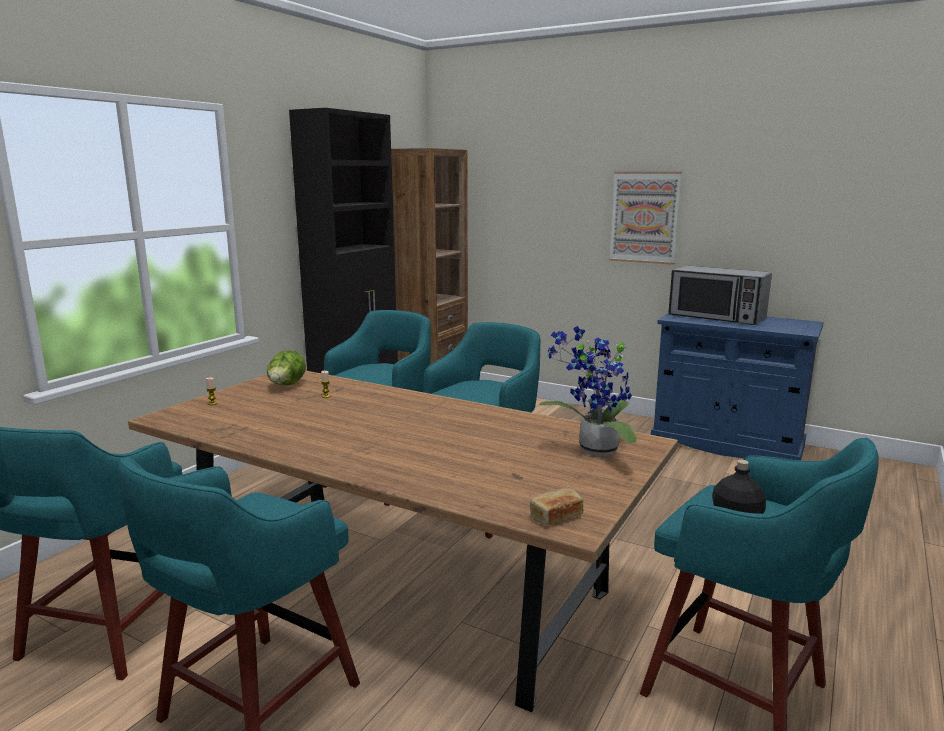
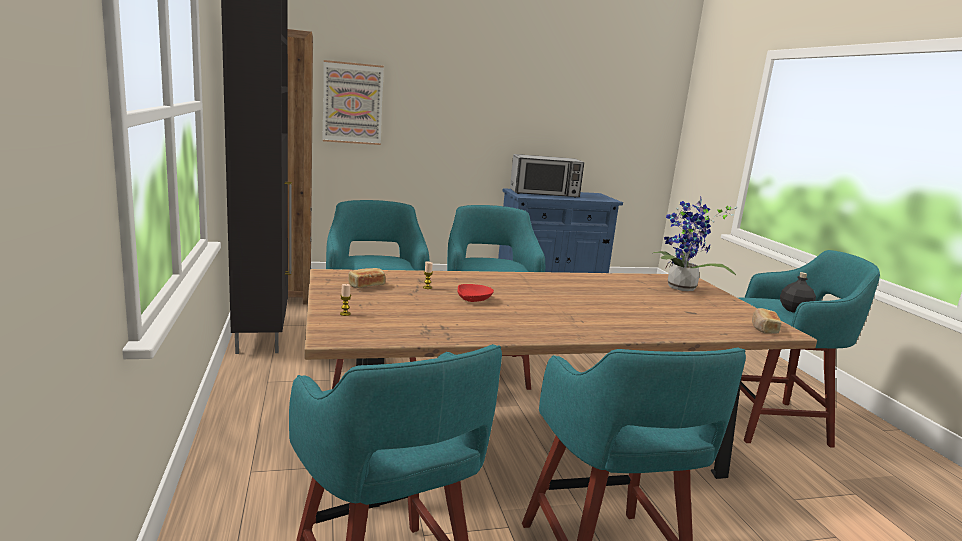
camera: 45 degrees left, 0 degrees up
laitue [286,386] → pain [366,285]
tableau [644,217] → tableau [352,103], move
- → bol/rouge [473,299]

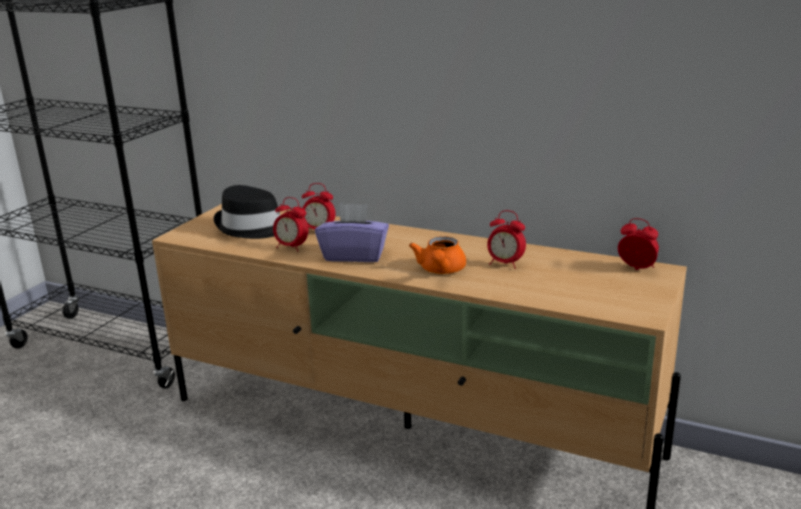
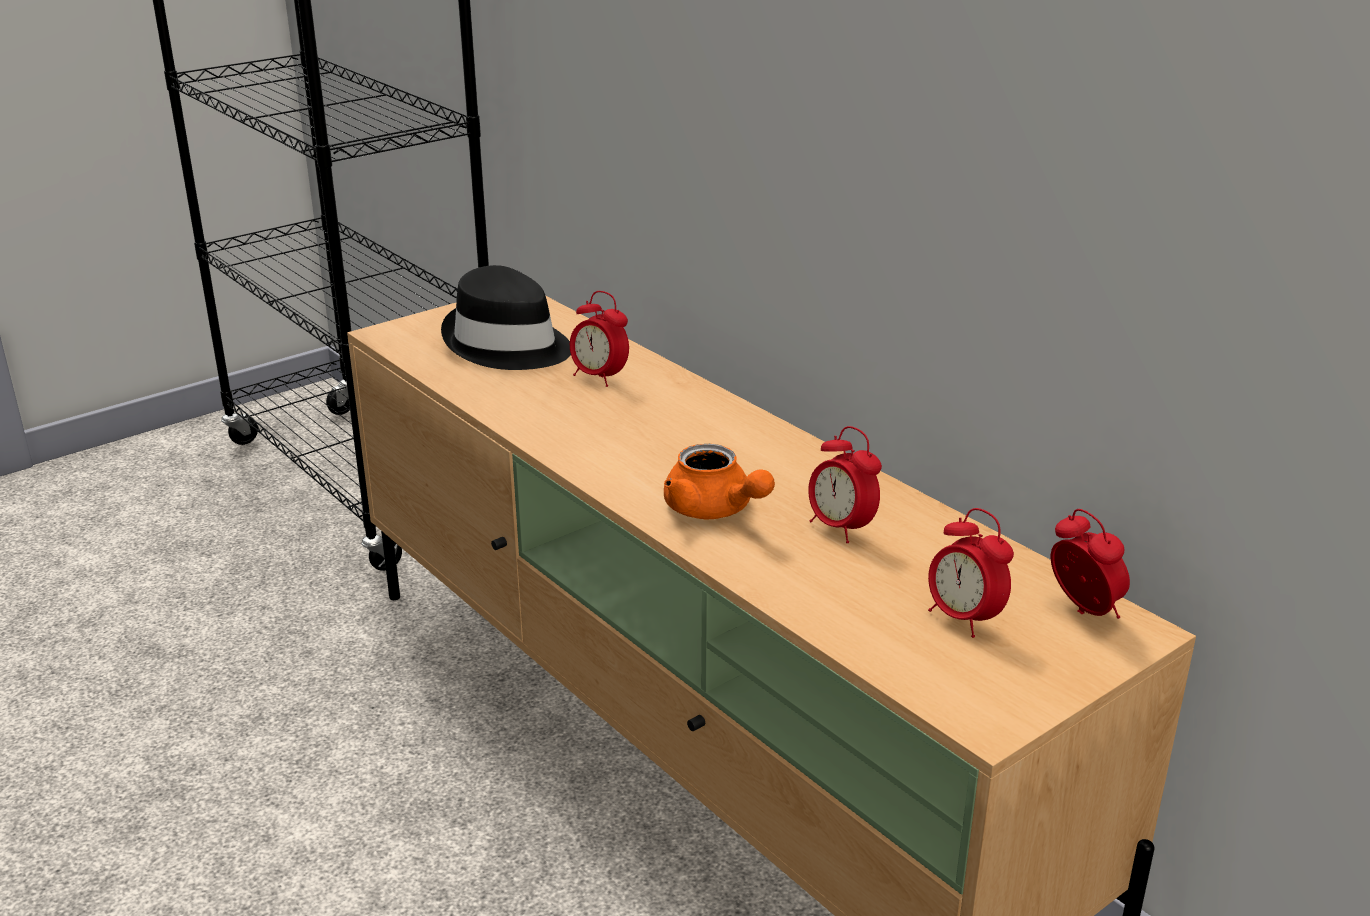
camera: 25 degrees right, 5 degrees up
réveil [291,247] → réveil [963,619], move
boîte à mouchoirs/violet [354,255] → -
théière/orange [440,271] → théière/orange [714,510], 75 degrees counterclockwise

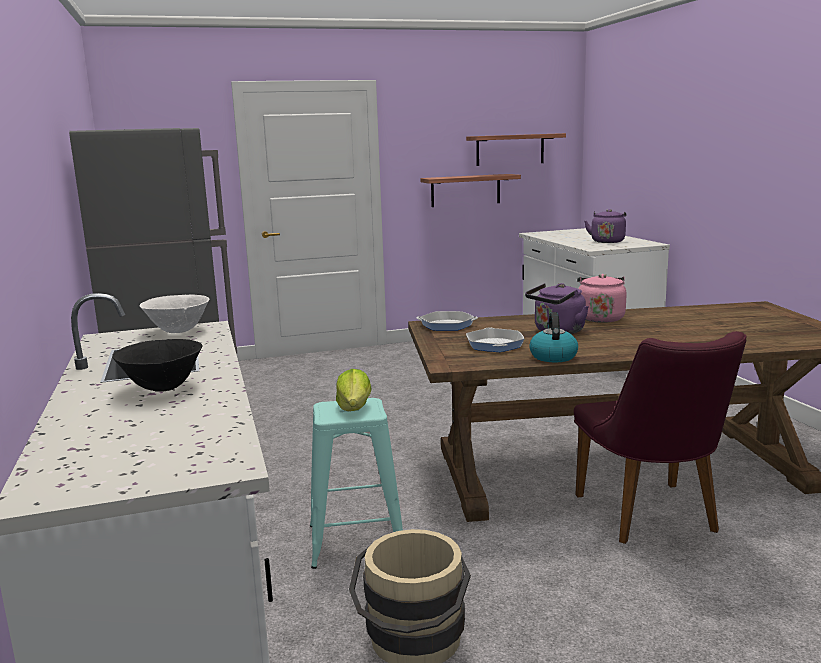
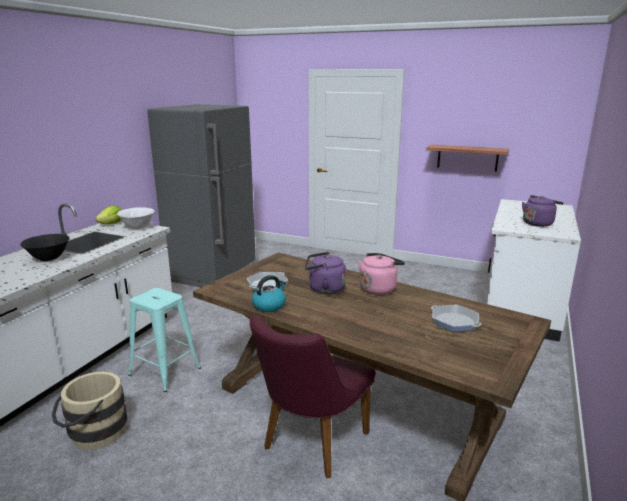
camera: 40 degrees right, 5 degrees up
laitue [354,408] → laitue [112,224], move
poêle [447,325] → poêle [454,322], move
étagère [510,149] → -

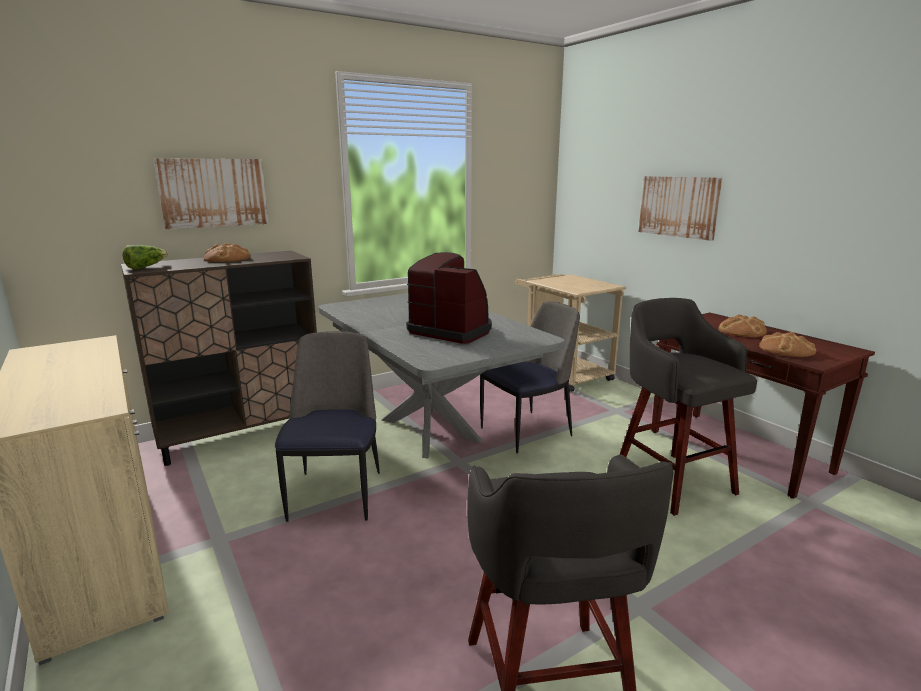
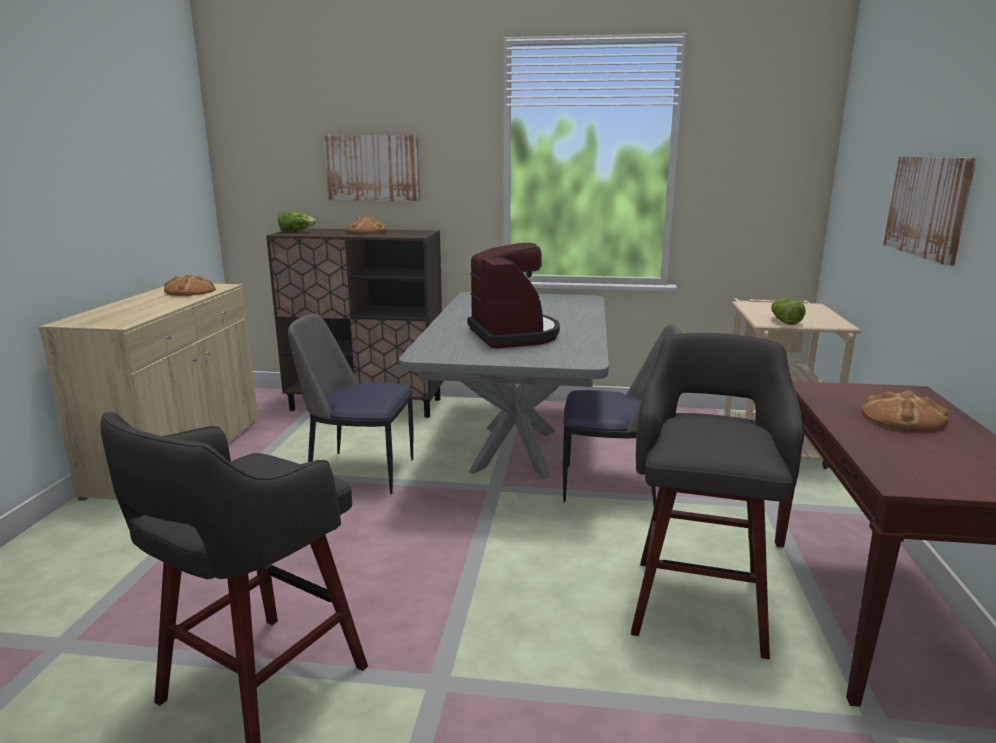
camera: 40 degrees right, 0 degrees up
chaise [336,493] → chaise [359,472], 120 degrees counterclockwise
pain [786,350] → pain [190,291], move
- → laitue [784,321]

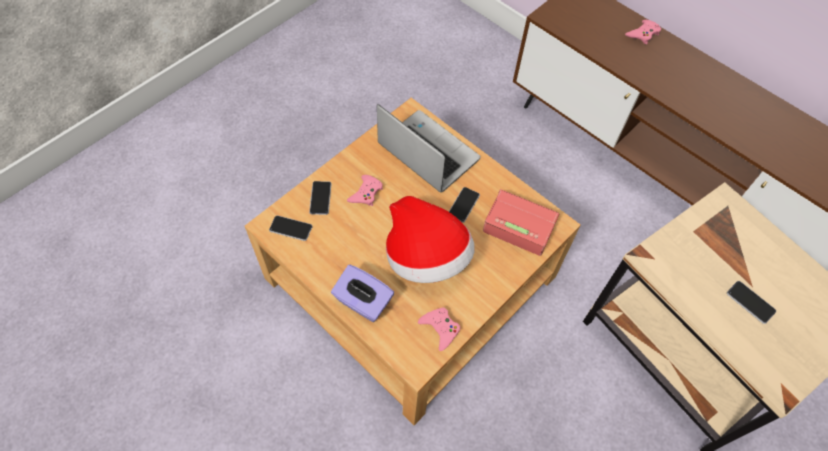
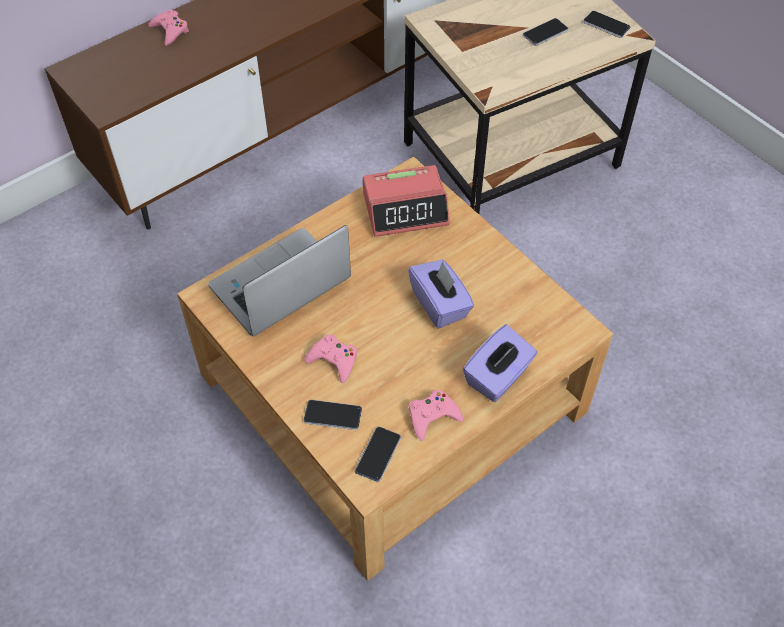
camera: 80 degrees left, 5 degrees down
chapeau [426,256] → boîte à mouchoirs/violet [440,305]
manette/rose [440,329] → manette/rose [432,416], move
téléphone [463,205] → téléphone [606,25], move
réveil [519,224] → réveil [406,209], 135 degrees counterclockwise

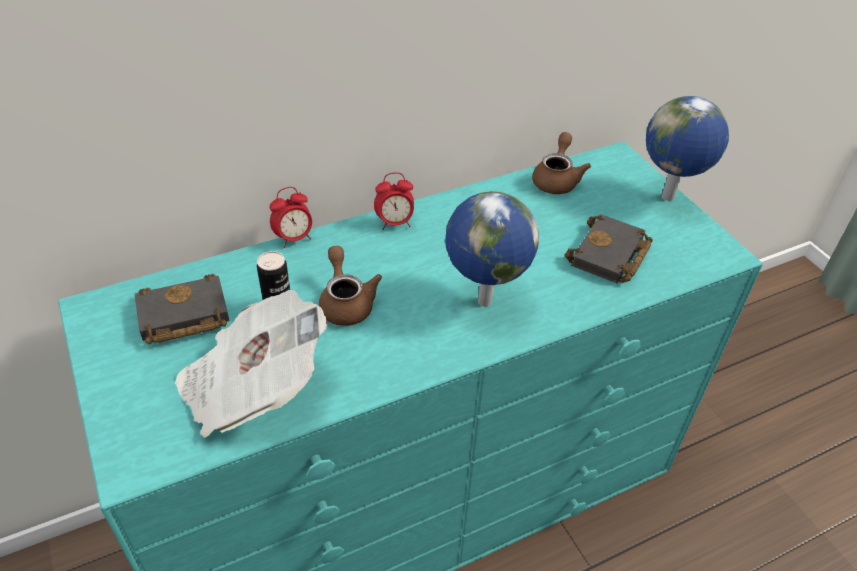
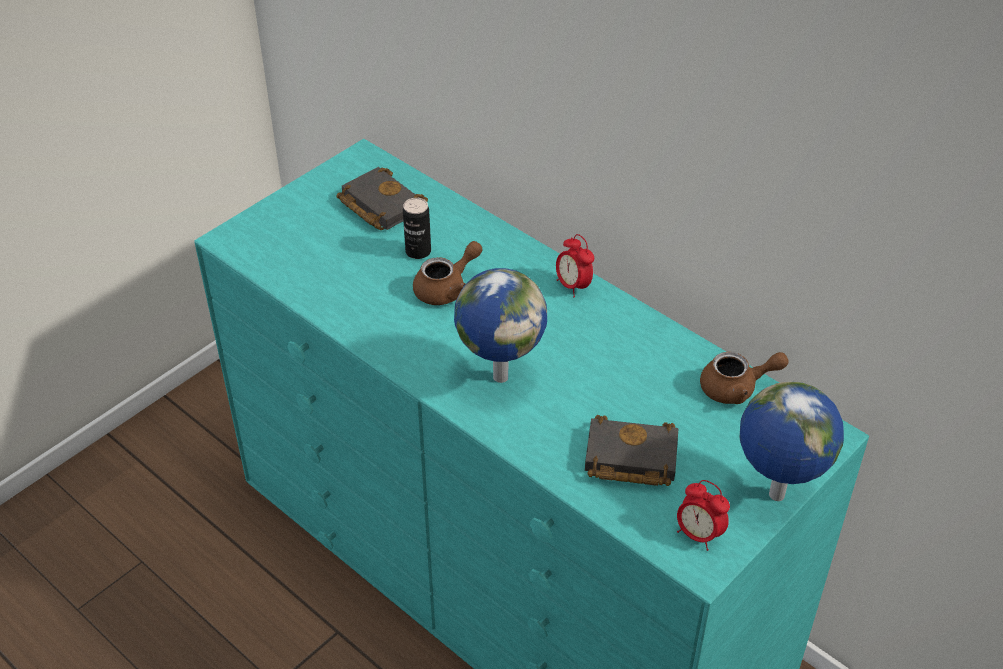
camera: 70 degrees right, 0 degrees up
journal [252,387] → -
réveil [294,238] → réveil [698,534], move

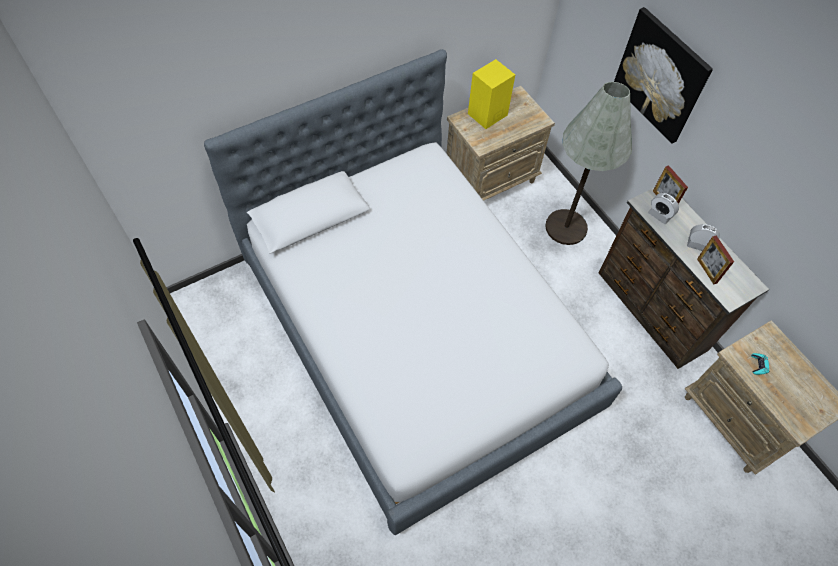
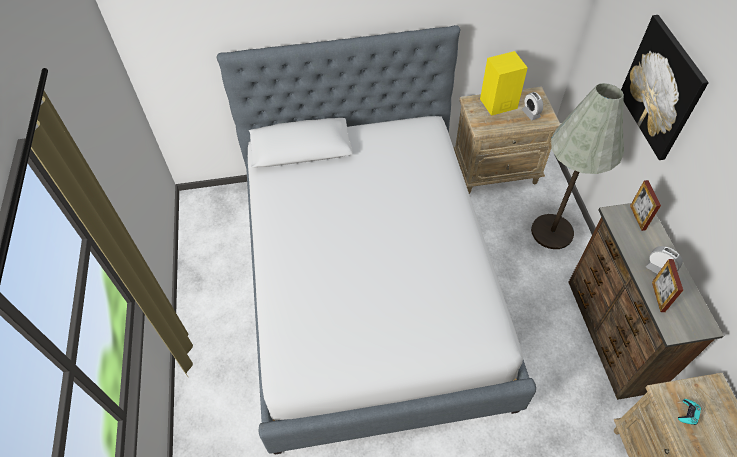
camera: 25 degrees right, 5 degrees down
réveil [659,215] → réveil [531,113], move

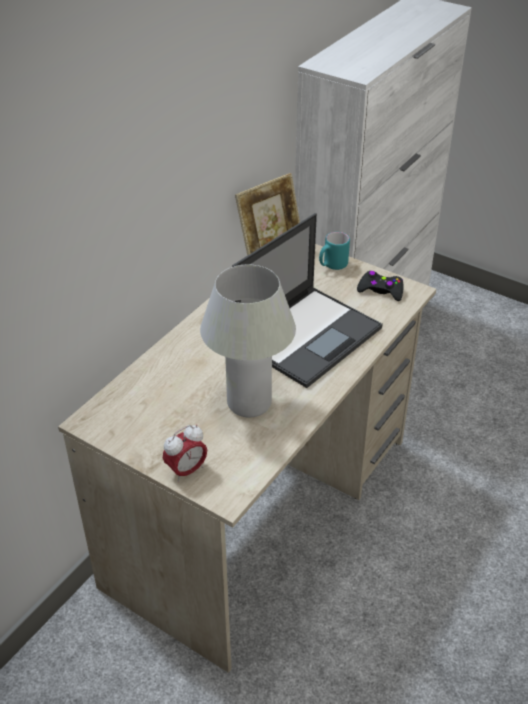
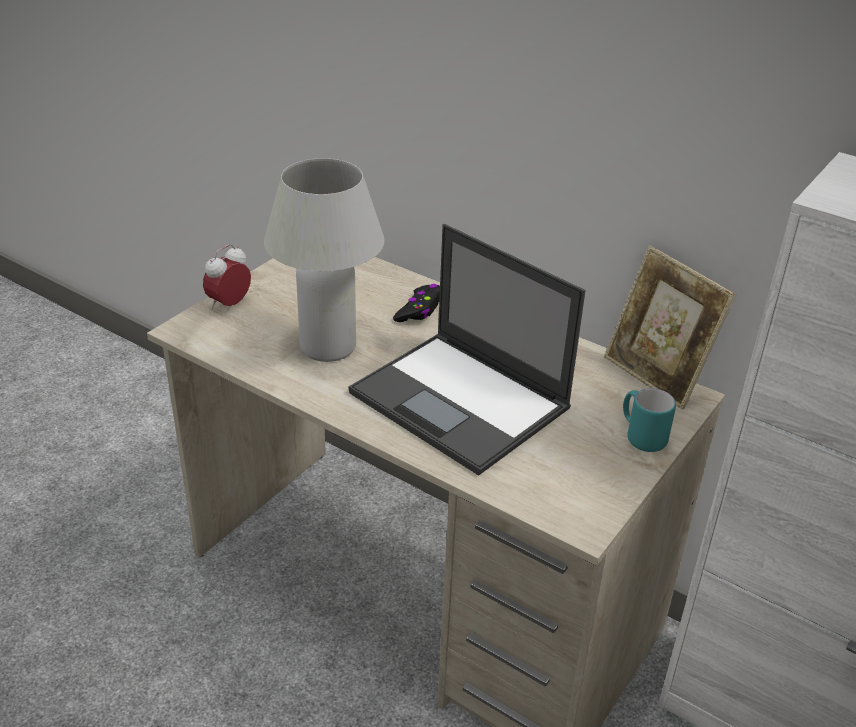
camera: 90 degrees right, 5 degrees down
réveil [186,471] → réveil [229,304], 75 degrees clockwise
manette/noir [381,290] → manette/noir [420,310], move

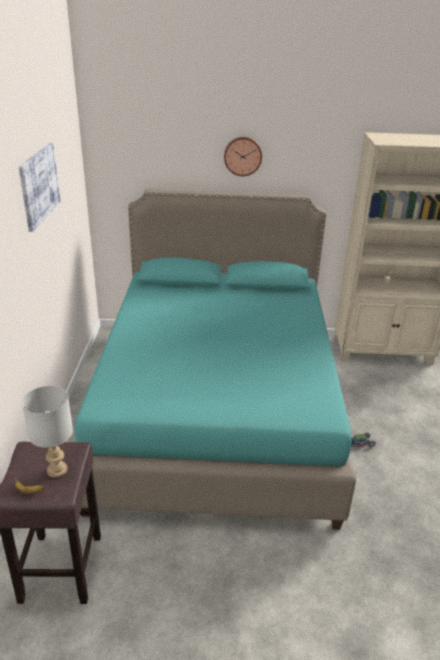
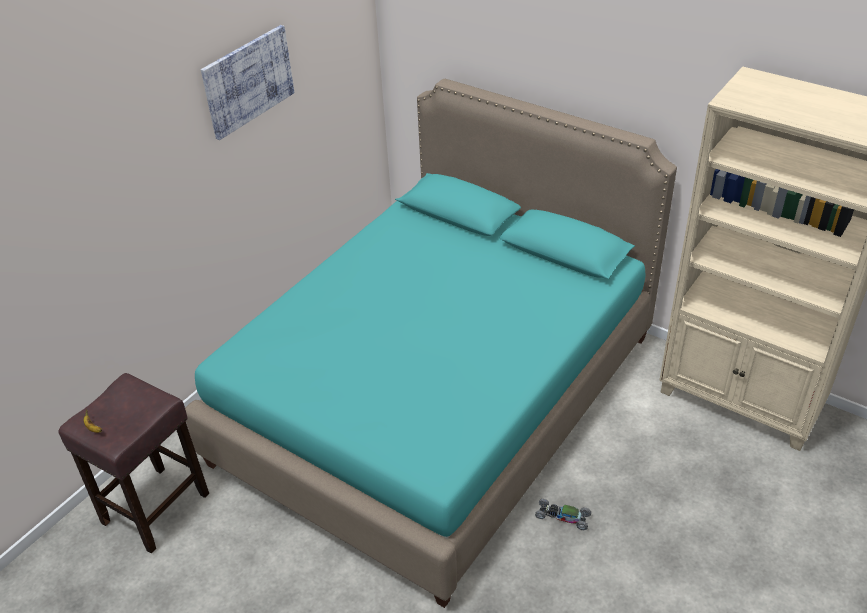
camera: 35 degrees right, 10 degrees up
lampe de table/gris [56,470] → -
horloge murale [243,156] → -

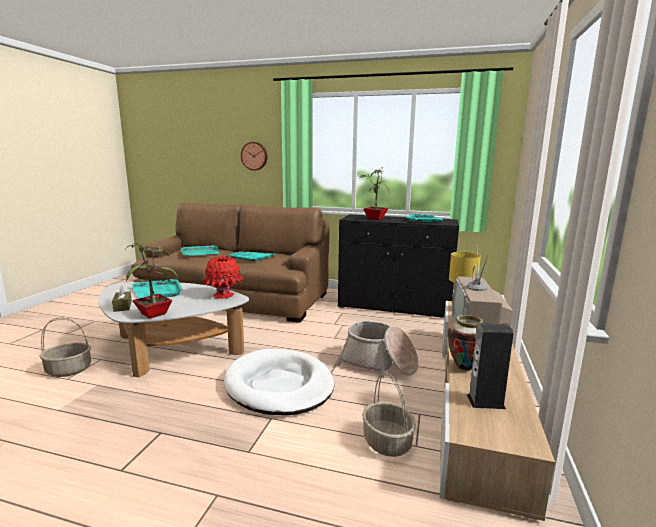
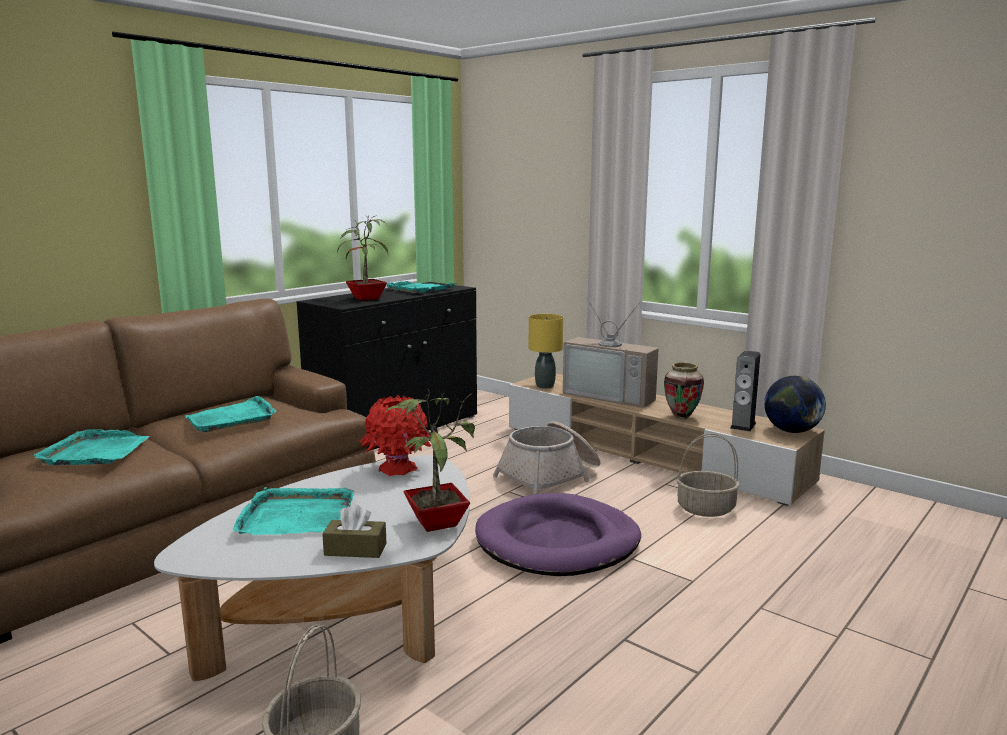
camera: 65 degrees left, 0 degrees up
panier pour chien/blanc [279,385] → panier pour chien/violet [558,541]
horloge murale [254,156] → -
- → globe [791,431]

